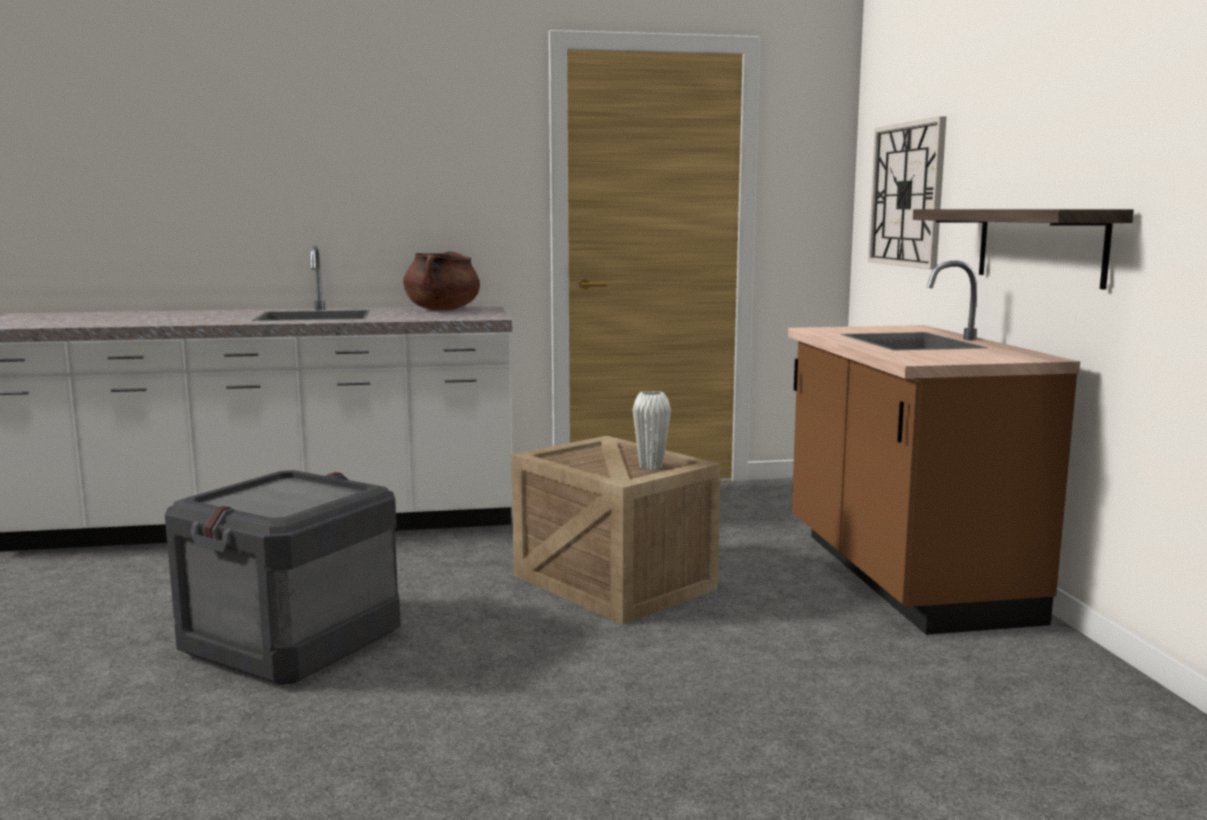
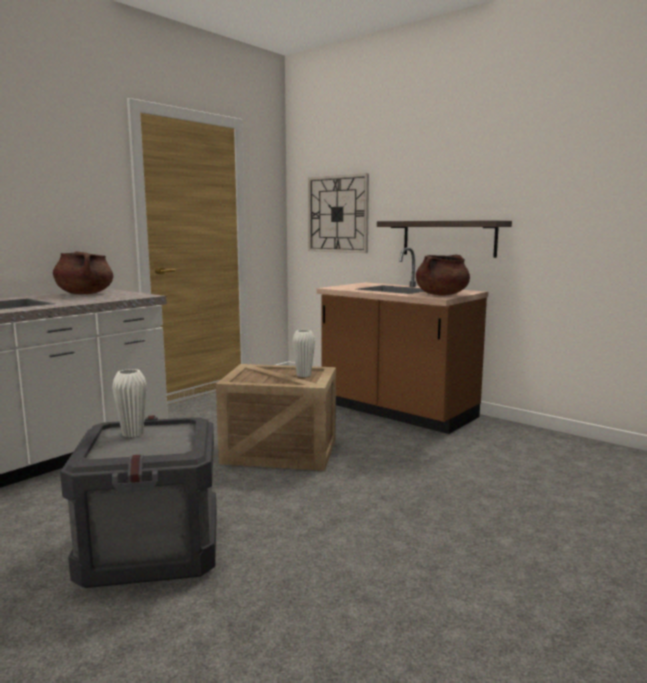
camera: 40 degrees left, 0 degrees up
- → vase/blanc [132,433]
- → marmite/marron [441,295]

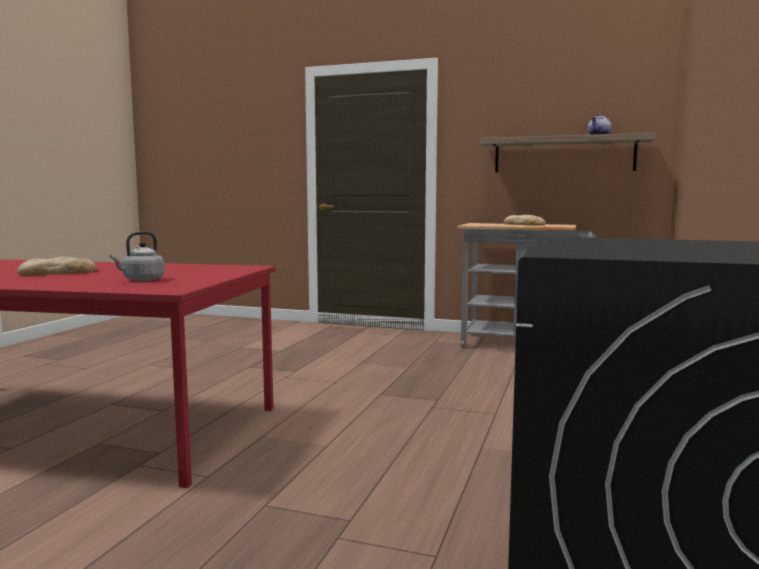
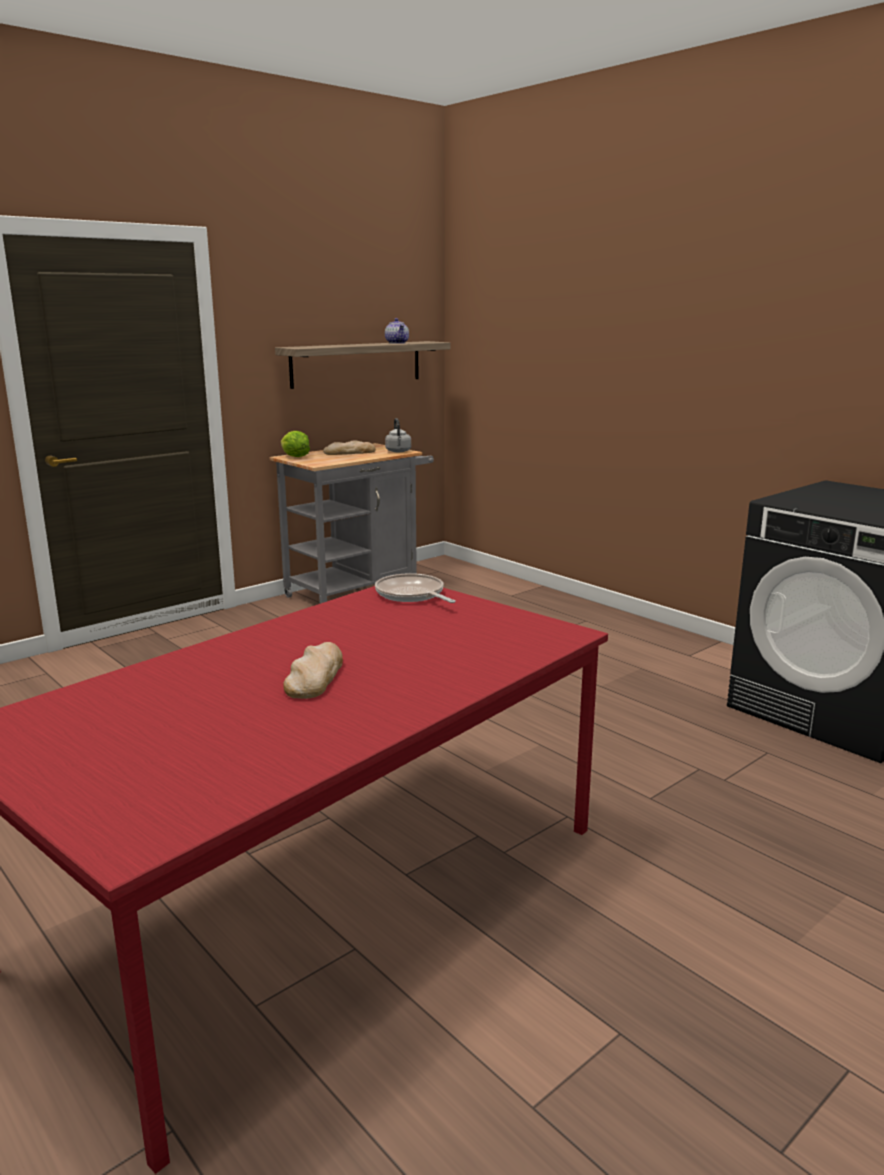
camera: 60 degrees left, 10 degrees up
bouilloire/gris [141,280] → bouilloire/gris [398,451], move
- → laitue [295,457]
- → poêle [412,595]

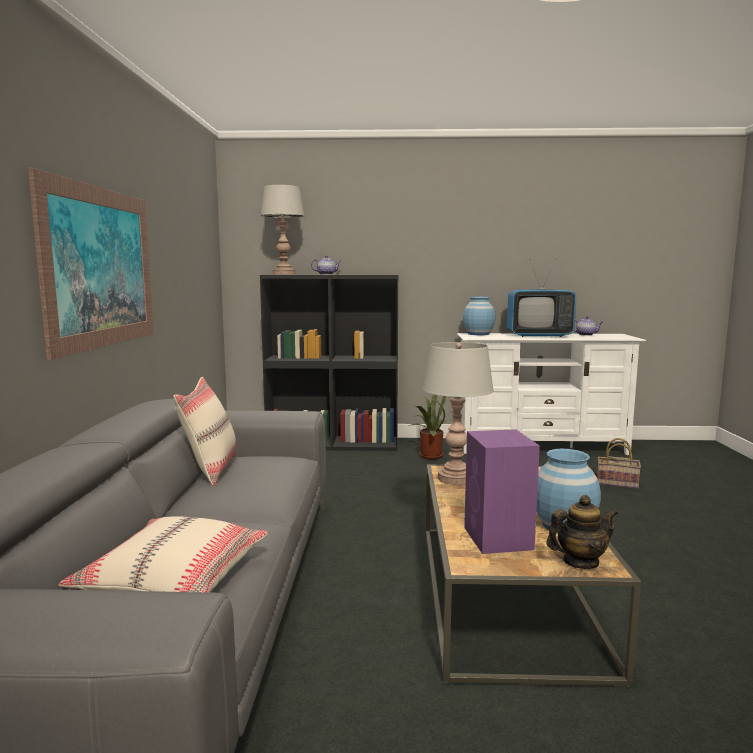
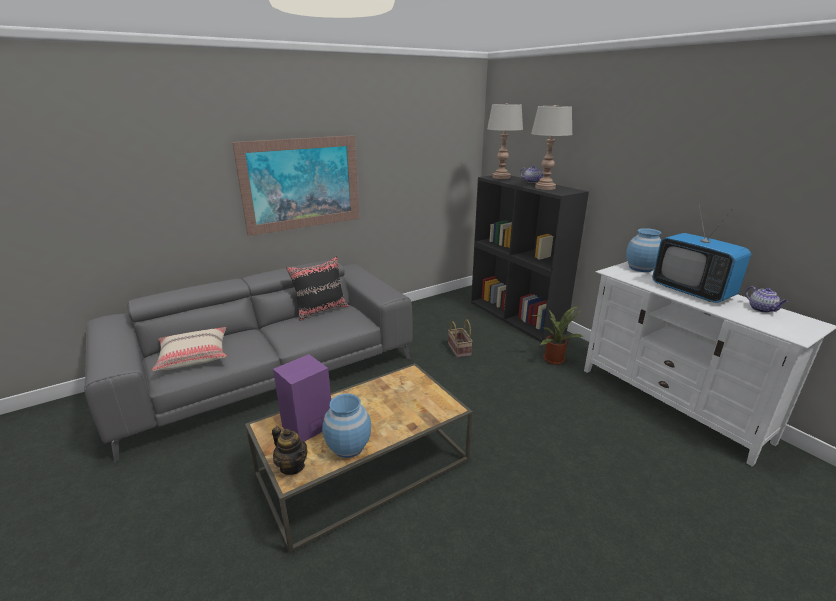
camera: 55 degrees right, 15 degrees up
coussin/beige [210,469] → coussin/noir [321,310]
lampe de table/gris [455,478] → lampe de table/gris [545,187], move
panier [618,483] → panier [460,350], move

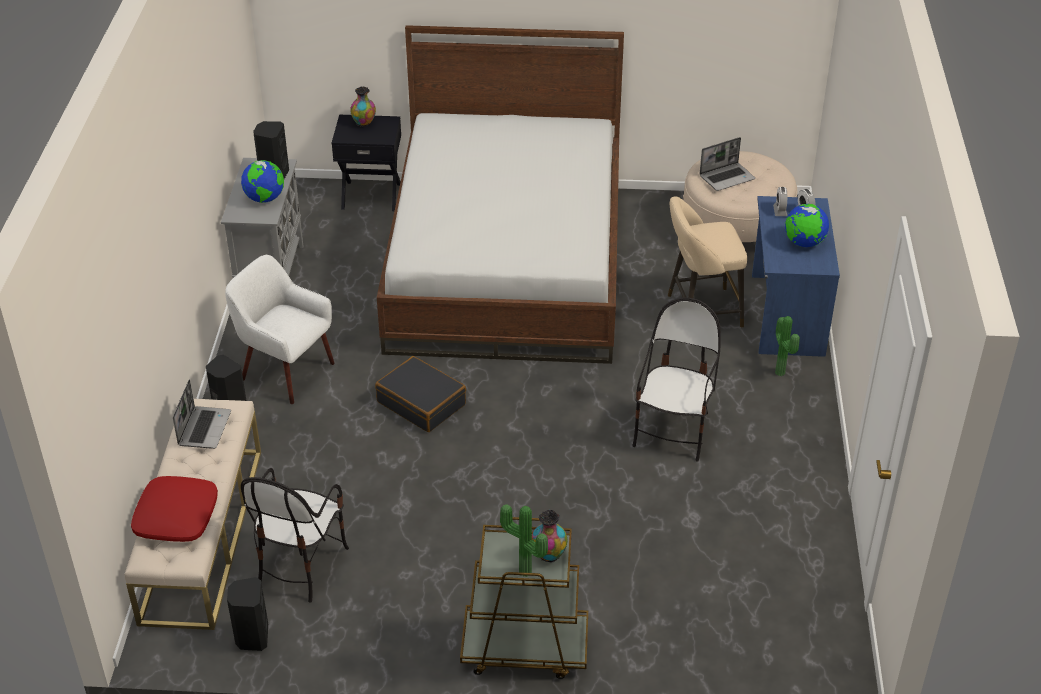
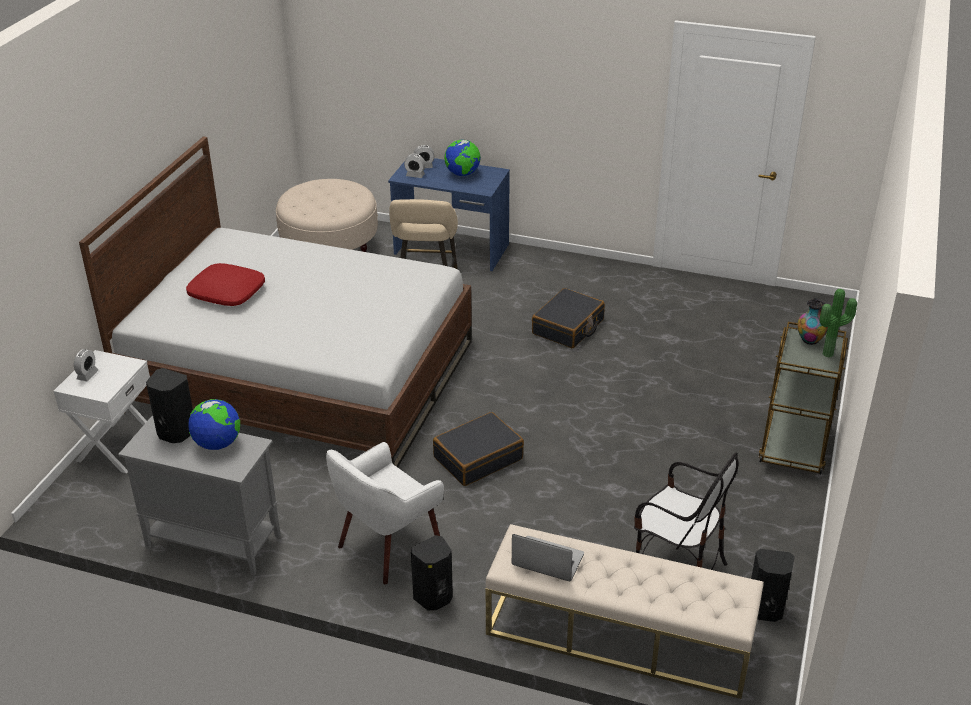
camera: 75 degrees left, 5 degrees down
coussin/rouge [176,516] → coussin/rouge [226,293], move
table de chevet/noir [371,195] → table de chevet/blanc [116,447]
vase [364,123] → réveil [87,375]
chaise [674,431] → valise/noir [568,327]
ordinateur portable [727,177] → -
plante en pot [781,372] → -

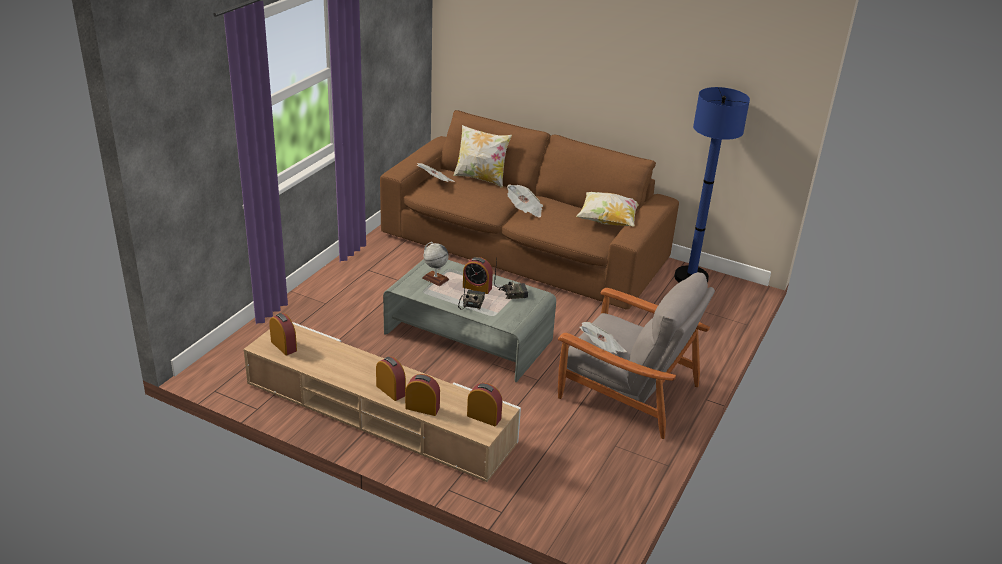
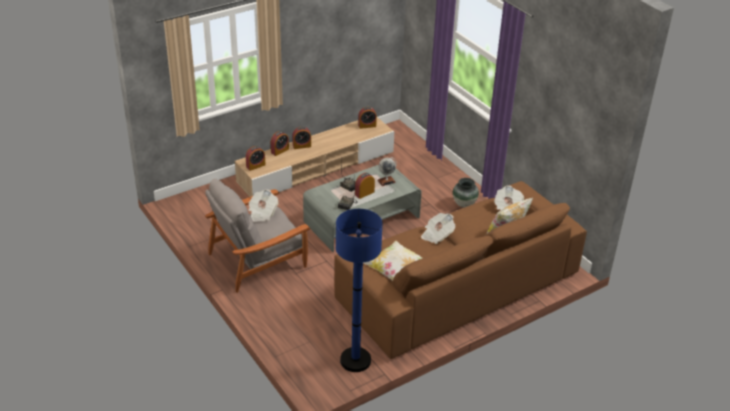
camera: 120 degrees right, 5 degrees up
- → vase [464,204]

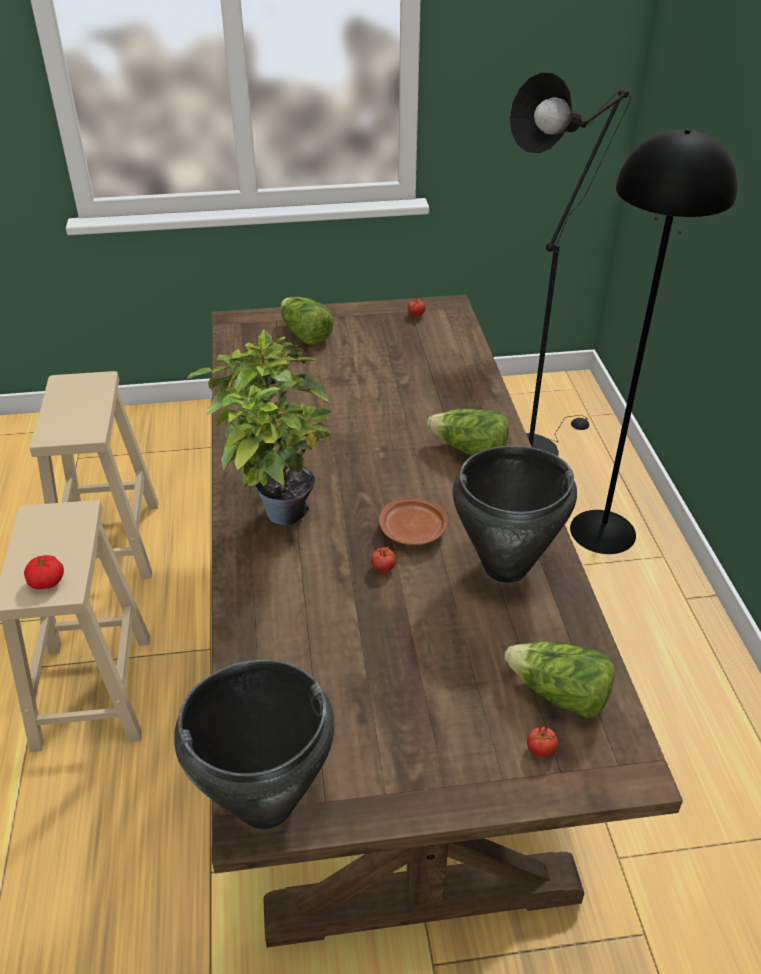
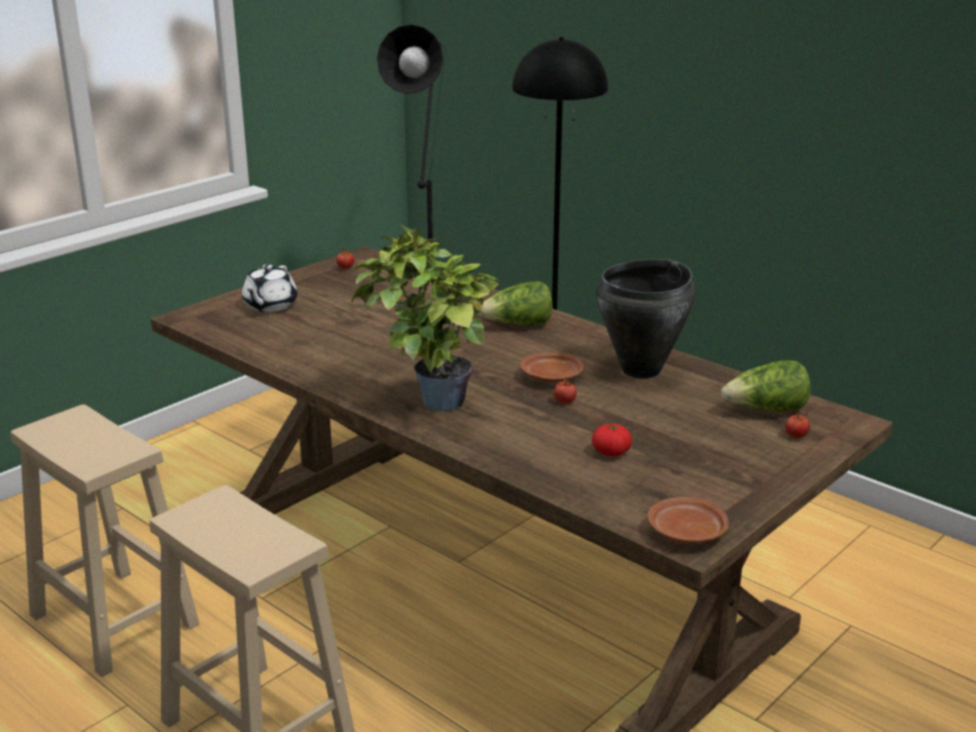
camera: 40 degrees left, 15 degrees down
tomate [47,582] → tomate [611,452], move
marmite/noir [264,803] → assiette/marron [686,533]
laitue [305,334] → théière/blanc [269,306]

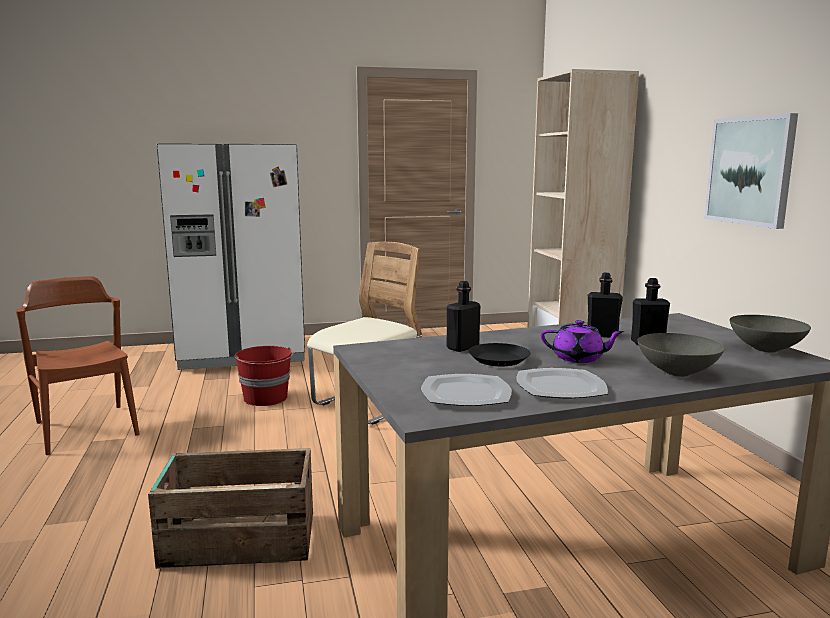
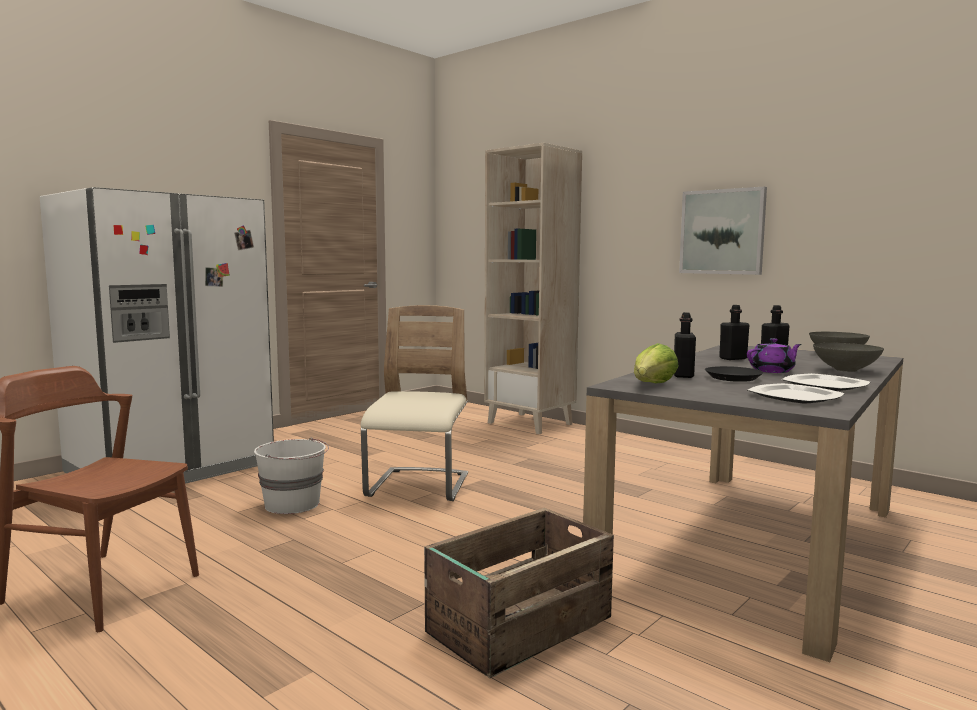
camera: 35 degrees left, 5 degrees down
seau/rouge [266,398] → seau/blanc [293,504]
- → laitue [653,385]

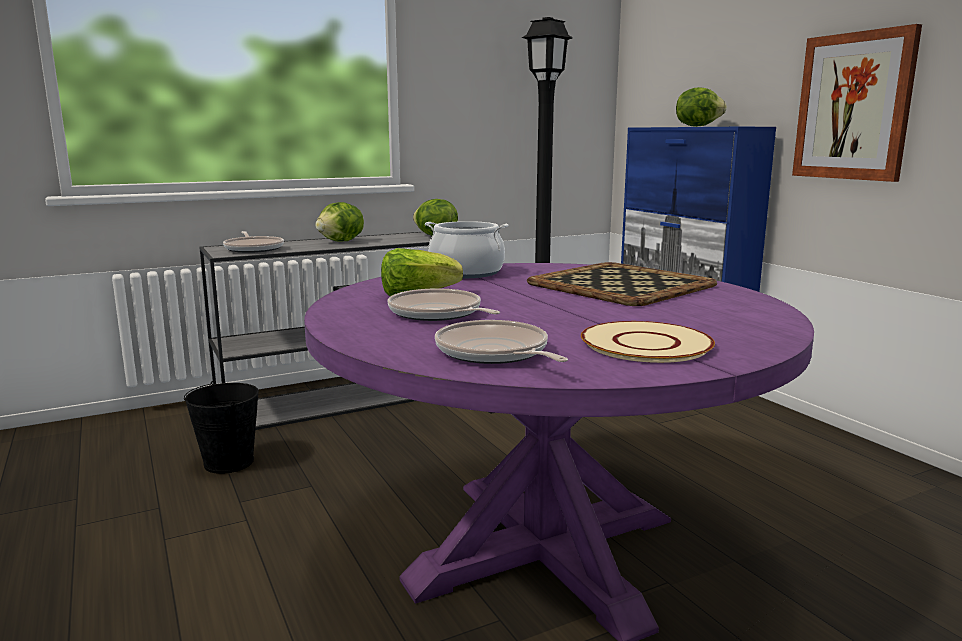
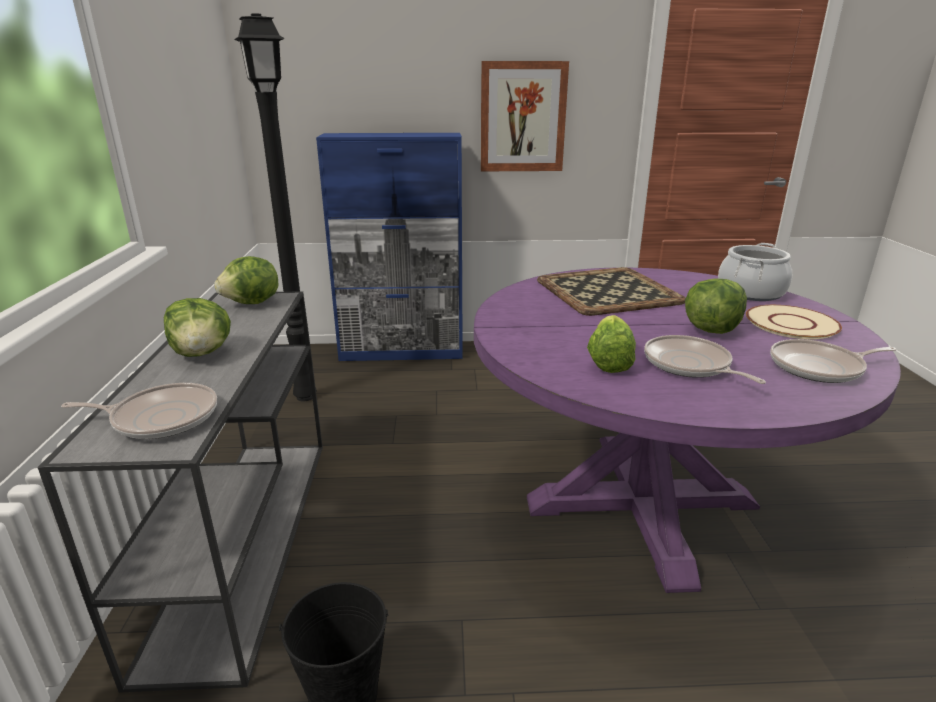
camera: 65 degrees left, 10 degrees up
poêle [437,313] → poêle [690,365], 75 degrees clockwise
marmite [466,273] → marmite [751,292], move
laitue [697,126] → laitue [710,329], move

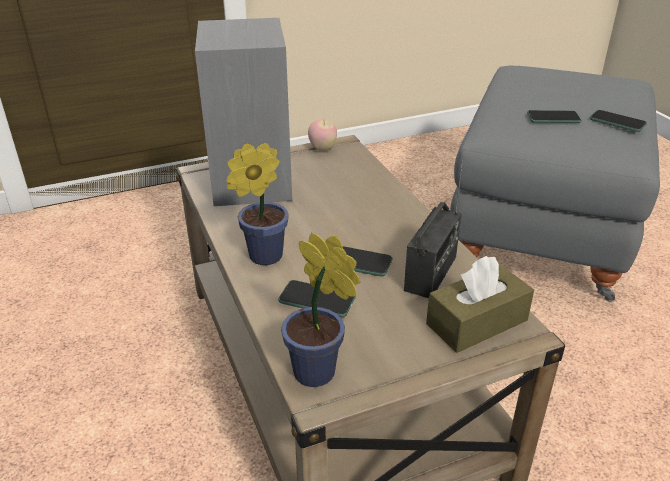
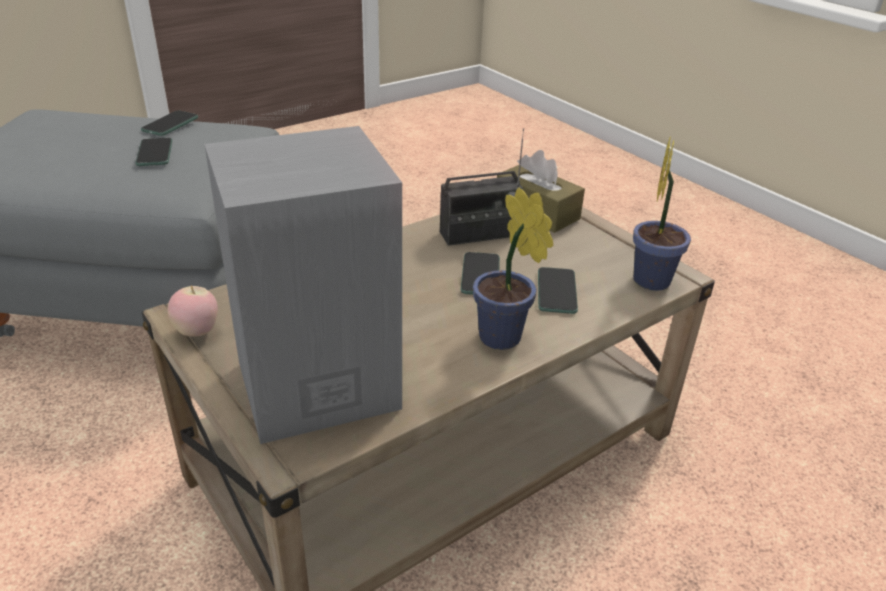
camera: 105 degrees left, 0 degrees up
radio [431,273] → radio [479,234], 150 degrees clockwise

